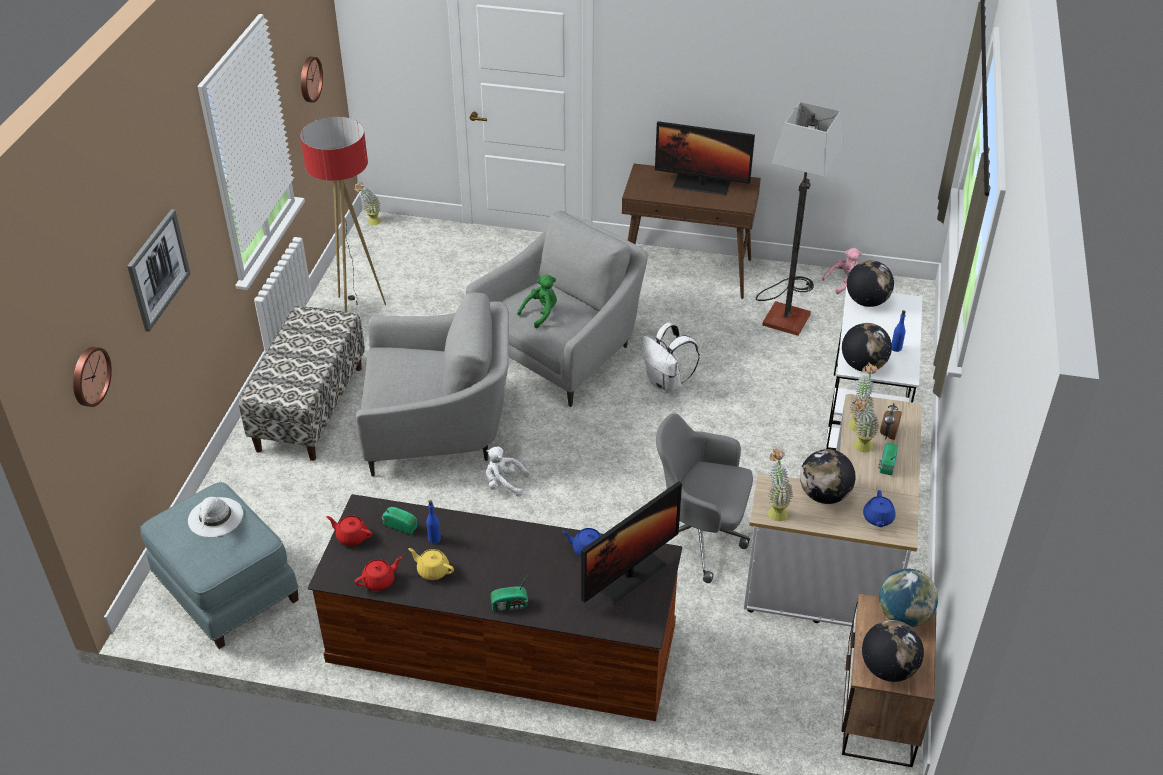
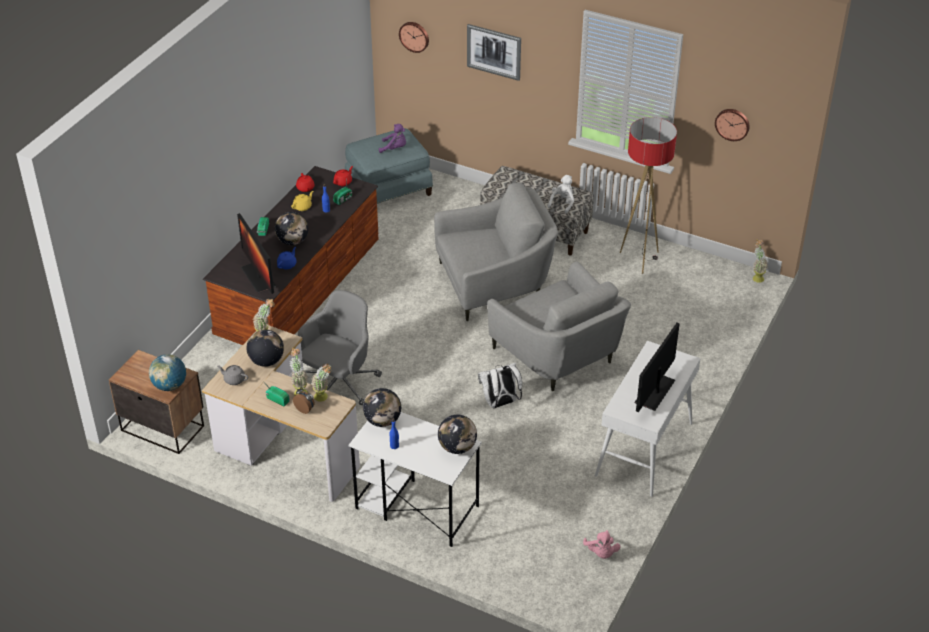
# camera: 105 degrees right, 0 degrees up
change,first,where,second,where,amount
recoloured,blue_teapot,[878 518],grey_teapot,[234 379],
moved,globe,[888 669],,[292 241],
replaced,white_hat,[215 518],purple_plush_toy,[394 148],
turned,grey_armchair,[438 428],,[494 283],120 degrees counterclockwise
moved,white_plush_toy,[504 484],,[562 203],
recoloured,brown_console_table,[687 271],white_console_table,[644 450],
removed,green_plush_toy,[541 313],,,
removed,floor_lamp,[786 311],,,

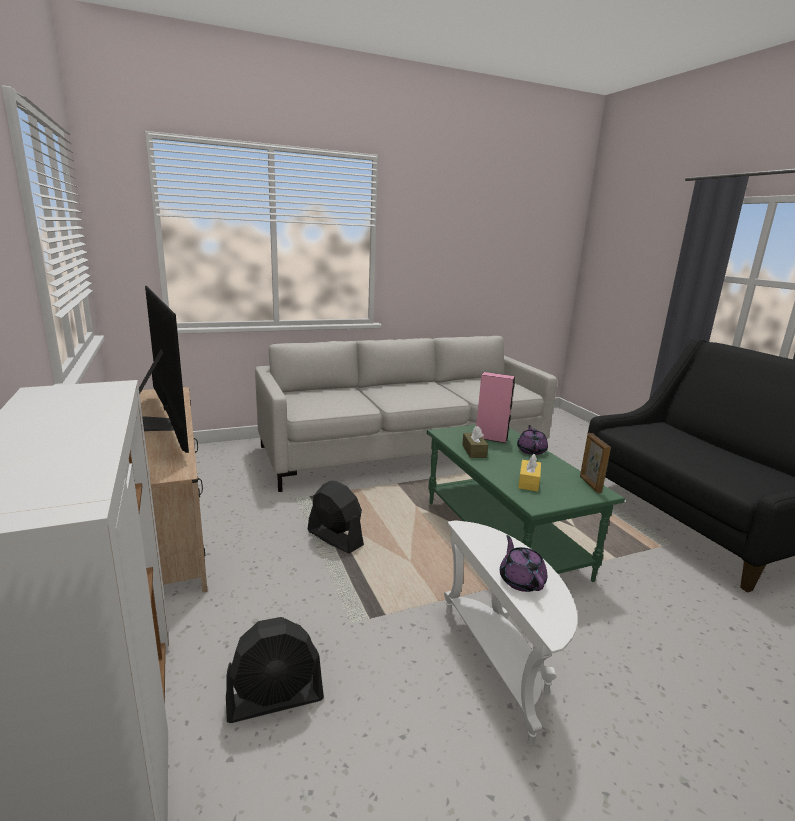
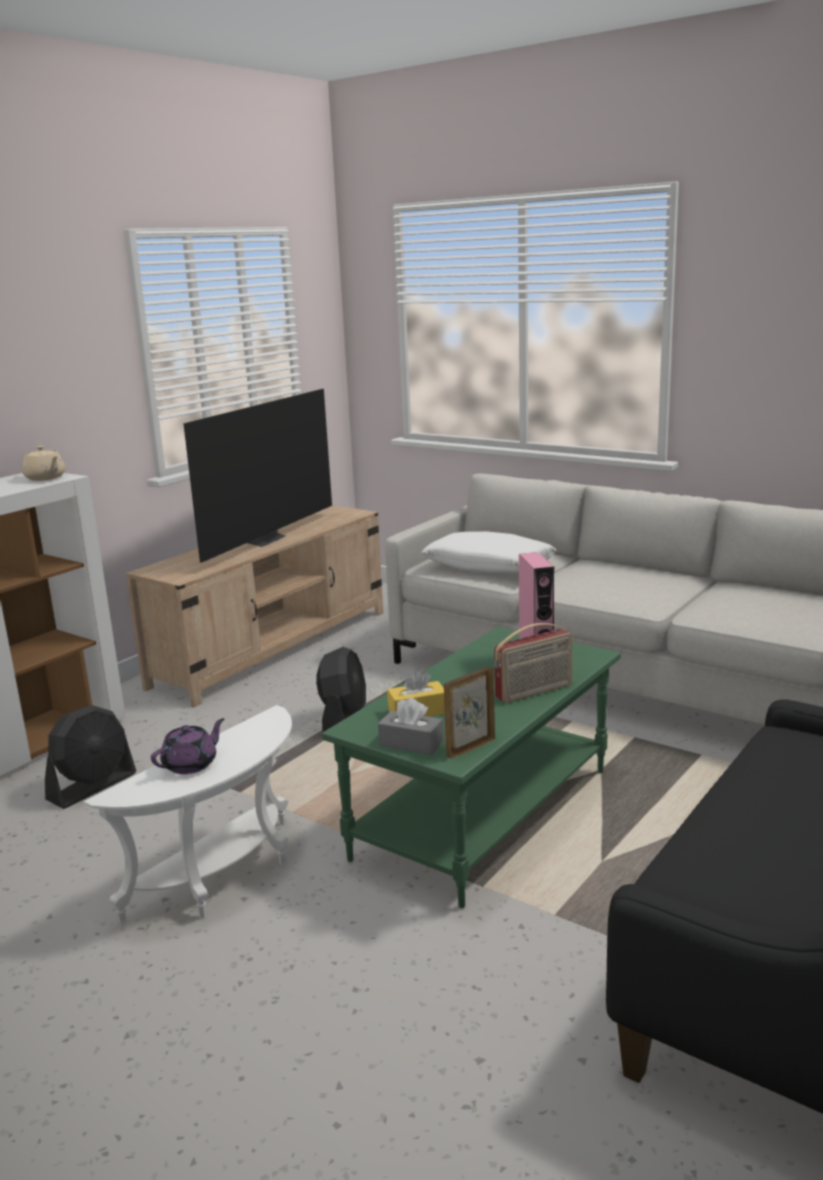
# camera: 60 degrees right, 0 degrees up
change,first,where,second,where,amount
added,,,beige_teapot,[46 478],
turned,black_fan,[275 699],,[92 786],90 degrees counterclockwise
added,,,grey_tissue_box,[411 743],
added,,,white_pillow,[488 566],
replaced,purple_teapot,[531 450],radio,[534 692],
removed,brown_tissue_box,[474 451],,,

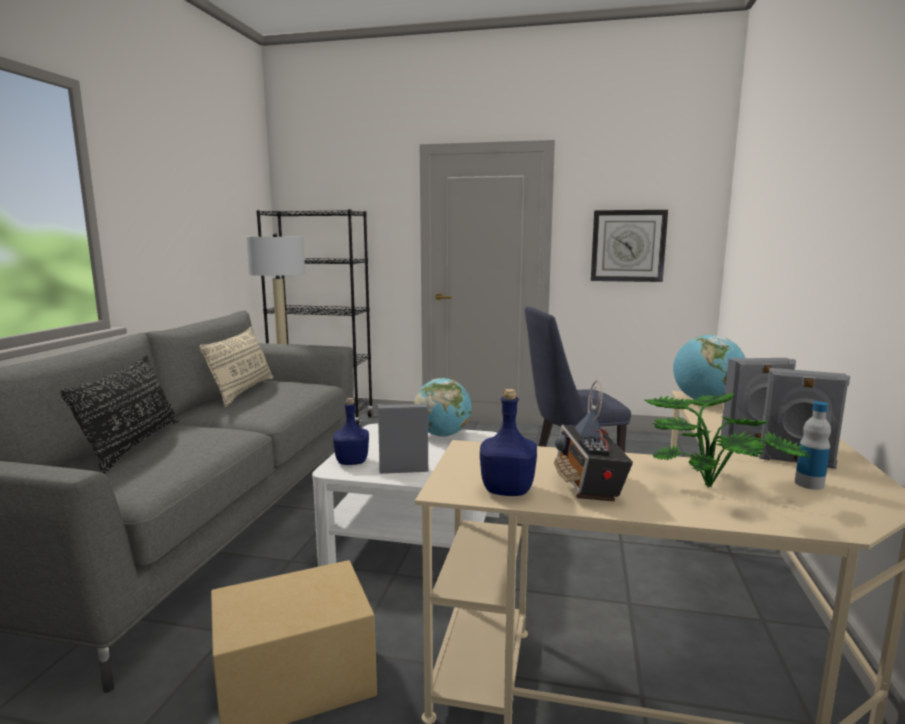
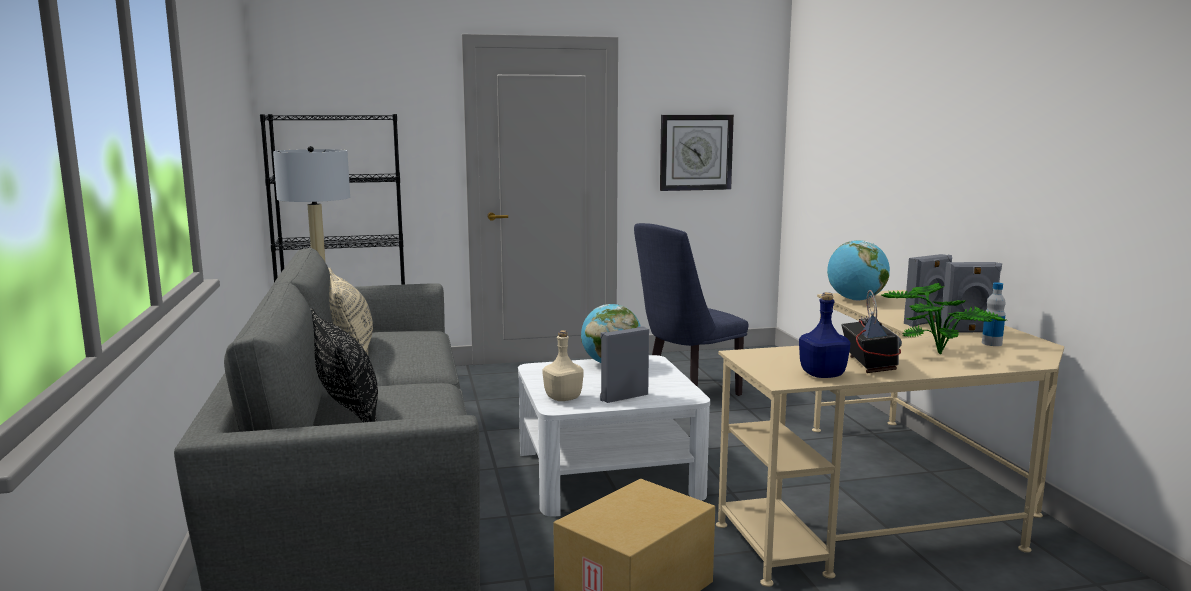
# camera: 25 degrees left, 0 degrees up
change,first,where,second,where,amount
recoloured,blue_bottle,[352 462],beige_bottle,[563 398],
turned,radio,[588 486],,[869 364],150 degrees counterclockwise

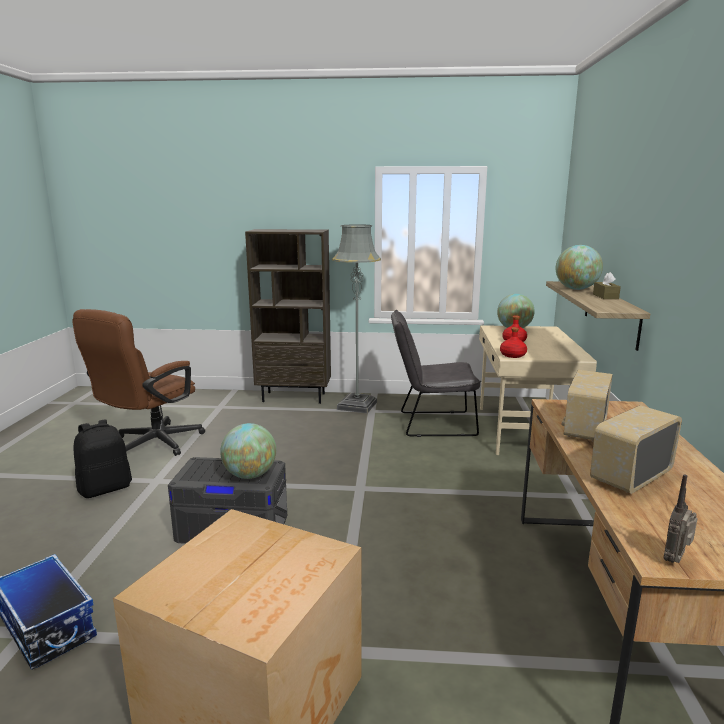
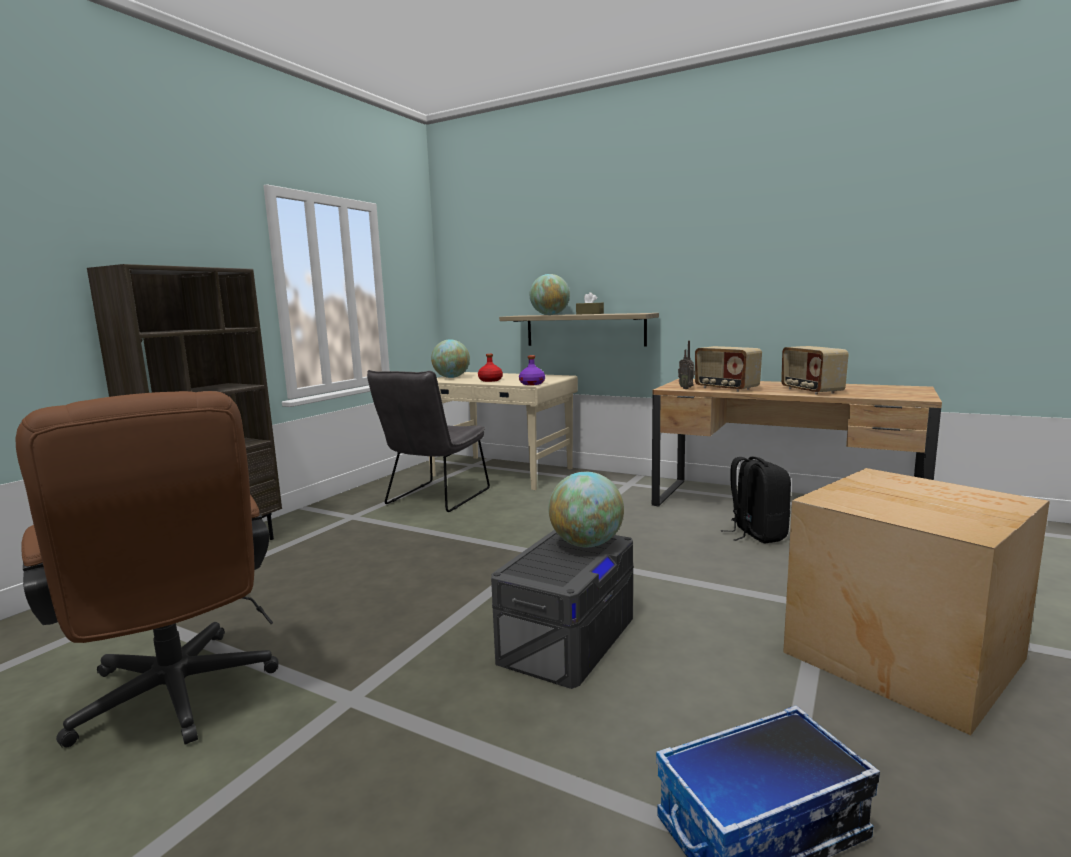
# camera: 65 degrees left, 5 degrees down
change,first,where,second,where,amount
recoloured,red_bottle,[513 355],purple_bottle,[532 384],
moved,radio,[676 560],,[686 388],
moved,black_backpack,[105 488],,[756 534],
removed,grey_floor_lamp,[357 406],,,

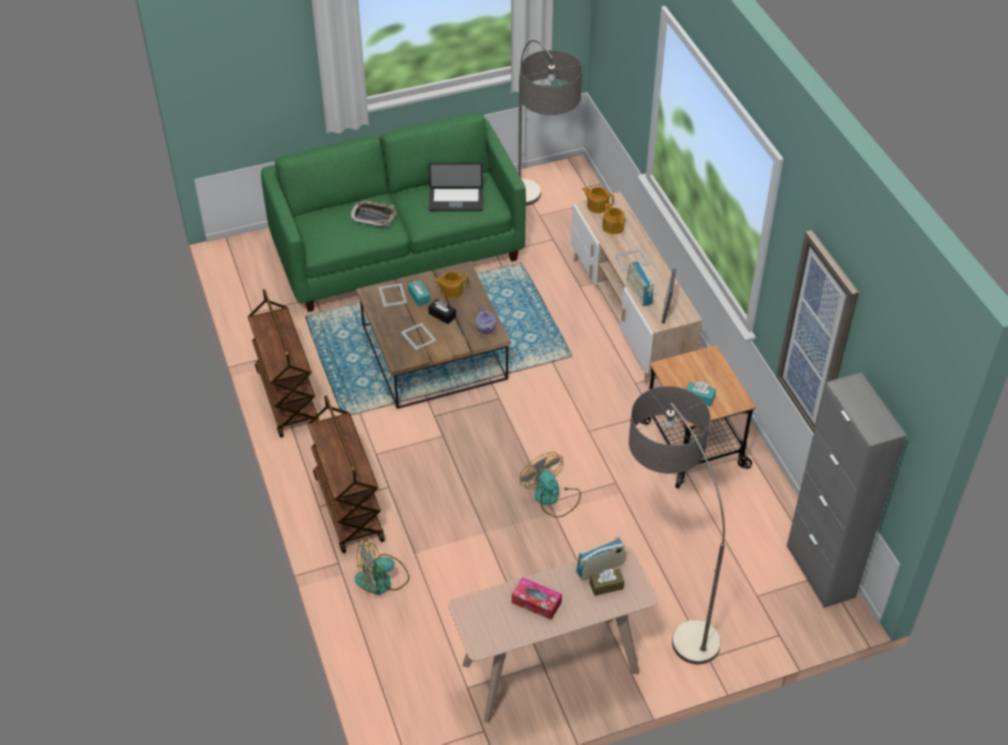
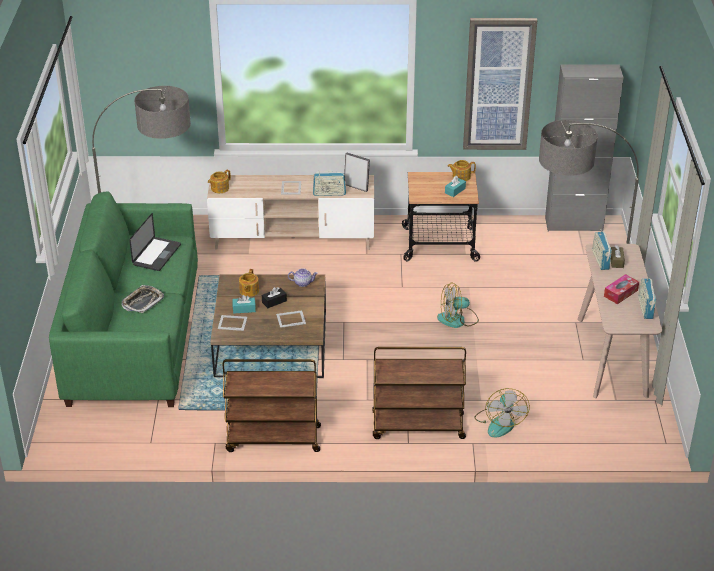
# camera: 70 degrees left, 10 degrees down
change,first,where,second,where,amount
moved,teapot,[613 226],,[461 177],
added,,,radio,[645 308],

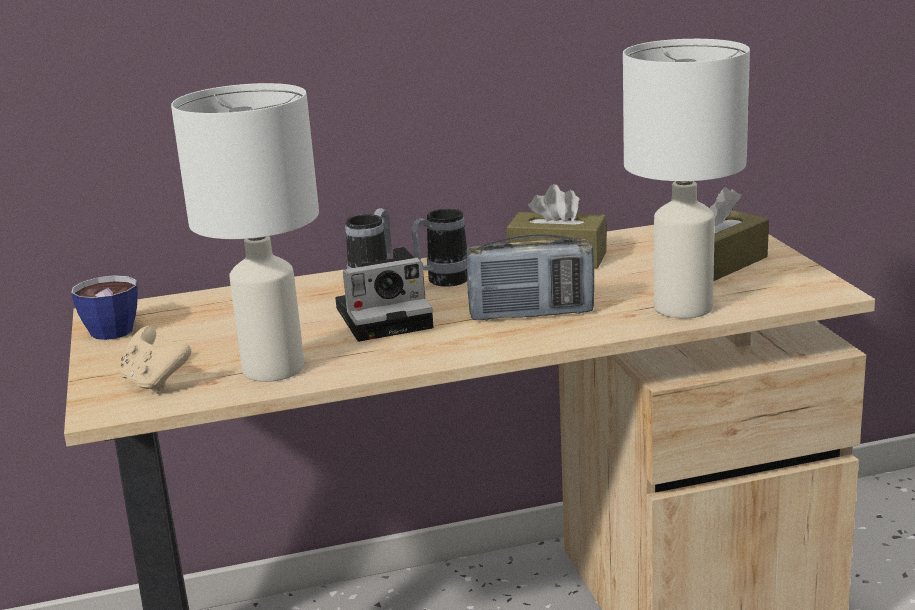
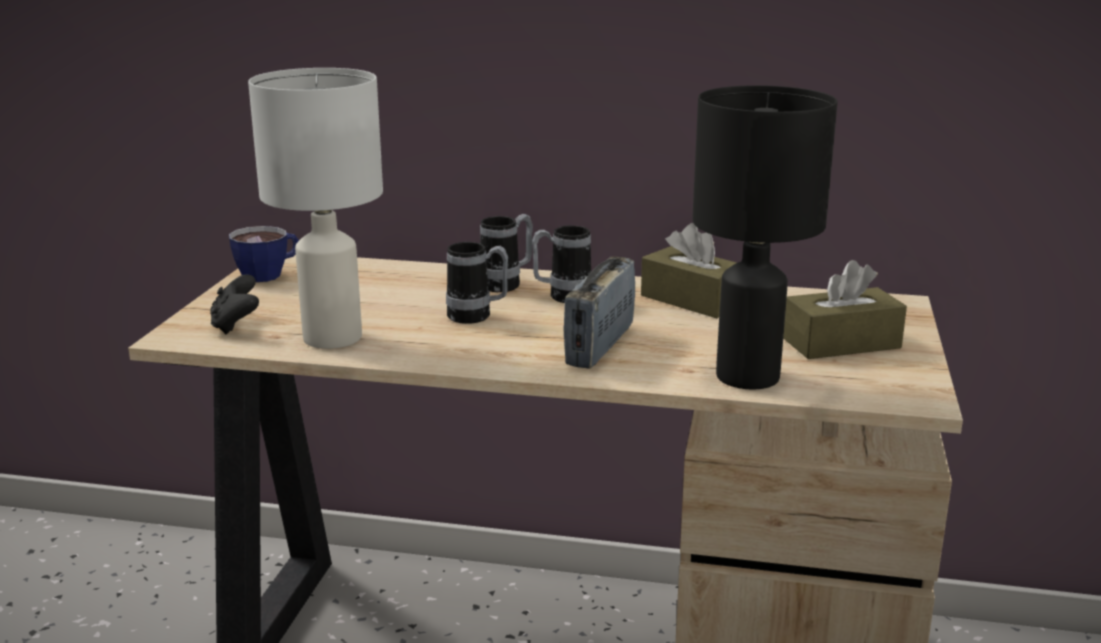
# camera: 25 degrees right, 0 degrees up
change,first,where,second,where,amount
recoloured,beige_game_controller,[155 383],black_game_controller,[236 325],
replaced,photo_camera,[387 316],mug,[477 316],
turned,radio,[531 314],,[599 346],90 degrees clockwise
recoloured,white_table_lamp,[685 308],black_table_lamp,[749 377],

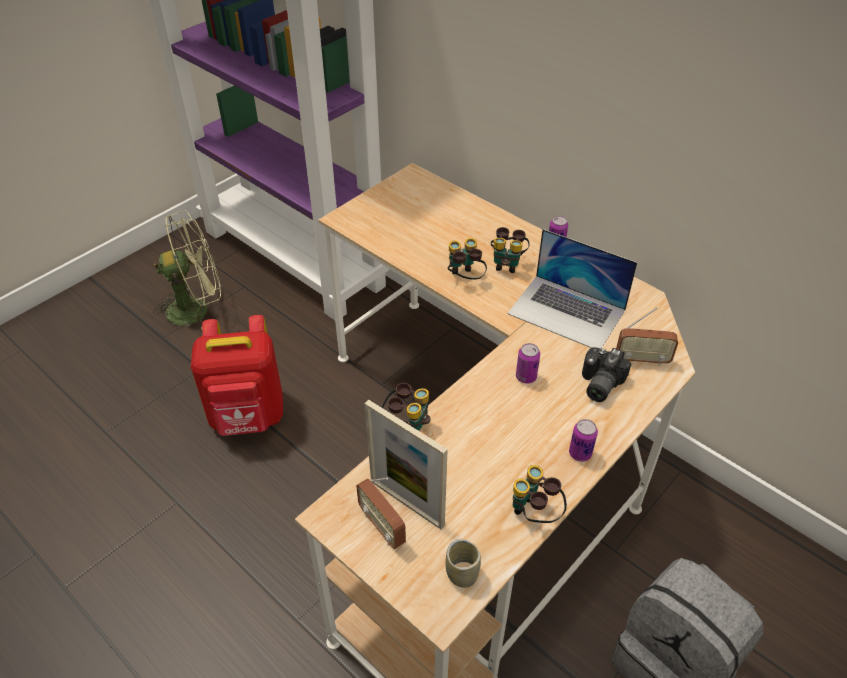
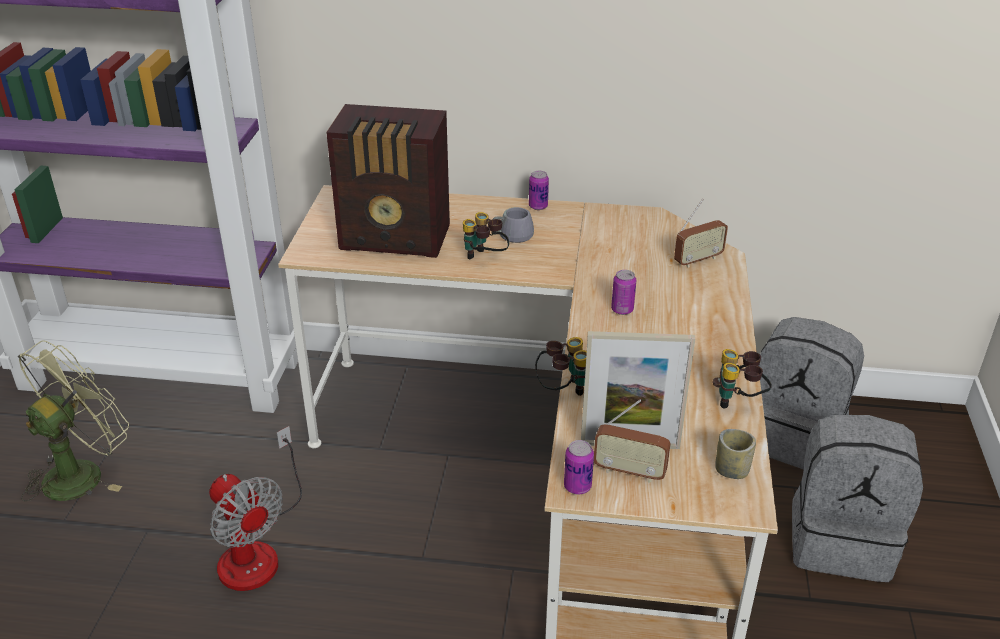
# camera: 35 degrees left, 10 degrees down
change,first,where,second,where,amount
replaced,red_backpack,[248 417],fan,[256 549],
added,,,radio,[397 239],
replaced,binoculars,[507 264],grey_mug,[510 233],
moved,can,[580 453],,[577 486],
added,,,grey_backpack,[794 437],
removed,laptop,[567 312],,,
removed,photo_camera,[598 384],,,

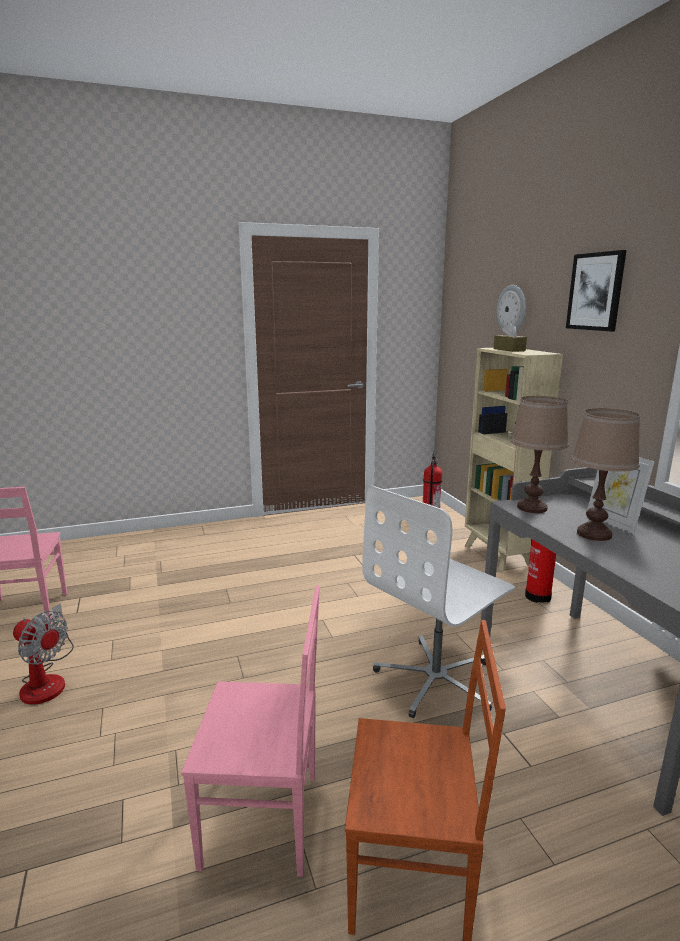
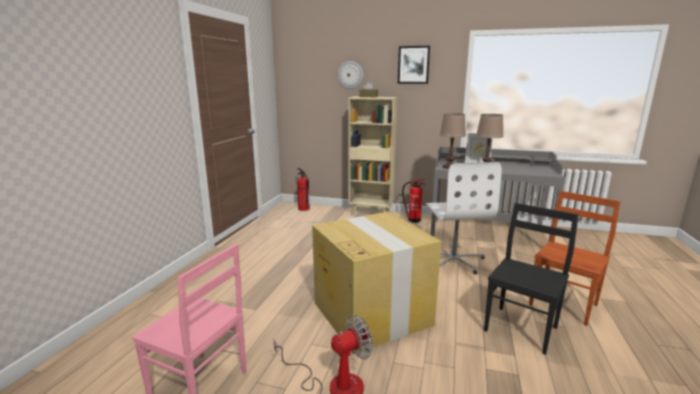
# camera: 55 degrees left, 0 degrees up
change,first,where,second,where,amount
added,,,cardboard_box,[371 313],
recoloured,pink_chair,[263 821],black_chair,[522 329],

